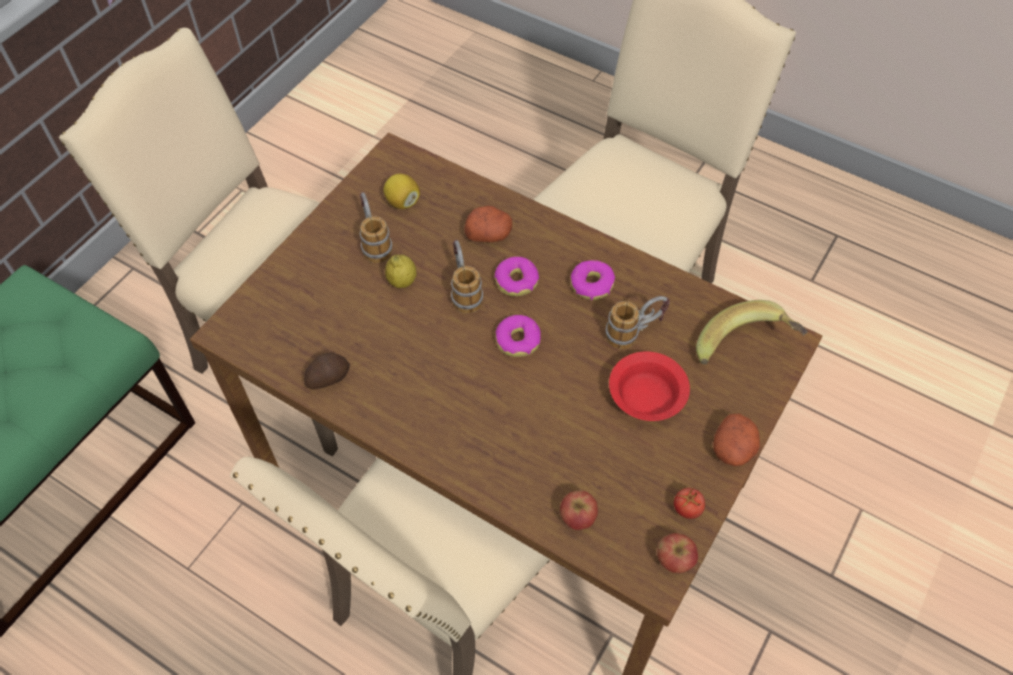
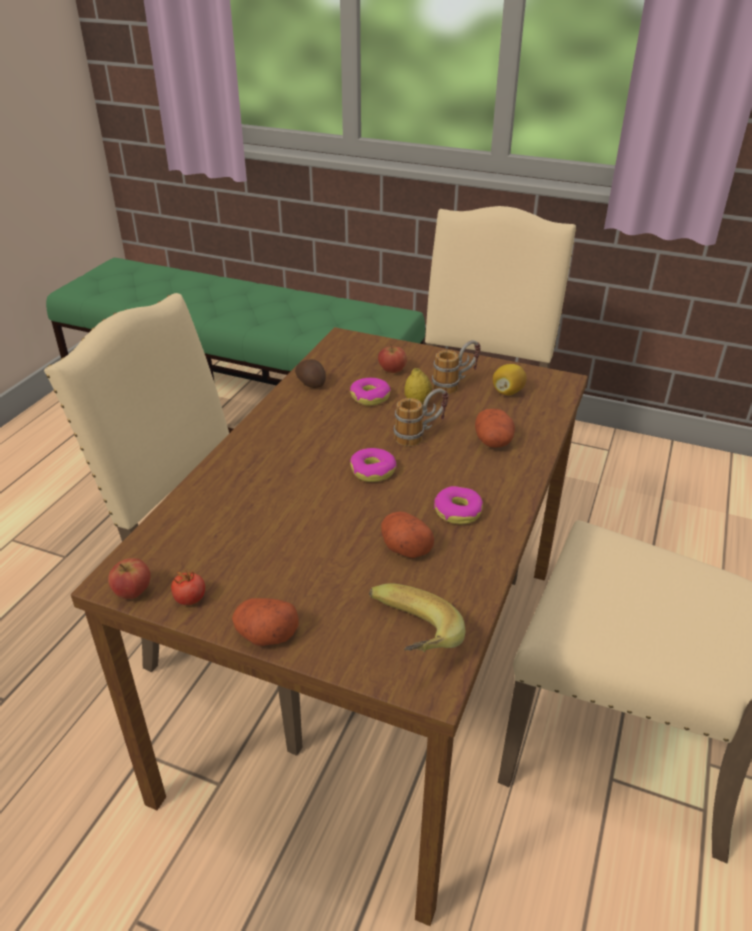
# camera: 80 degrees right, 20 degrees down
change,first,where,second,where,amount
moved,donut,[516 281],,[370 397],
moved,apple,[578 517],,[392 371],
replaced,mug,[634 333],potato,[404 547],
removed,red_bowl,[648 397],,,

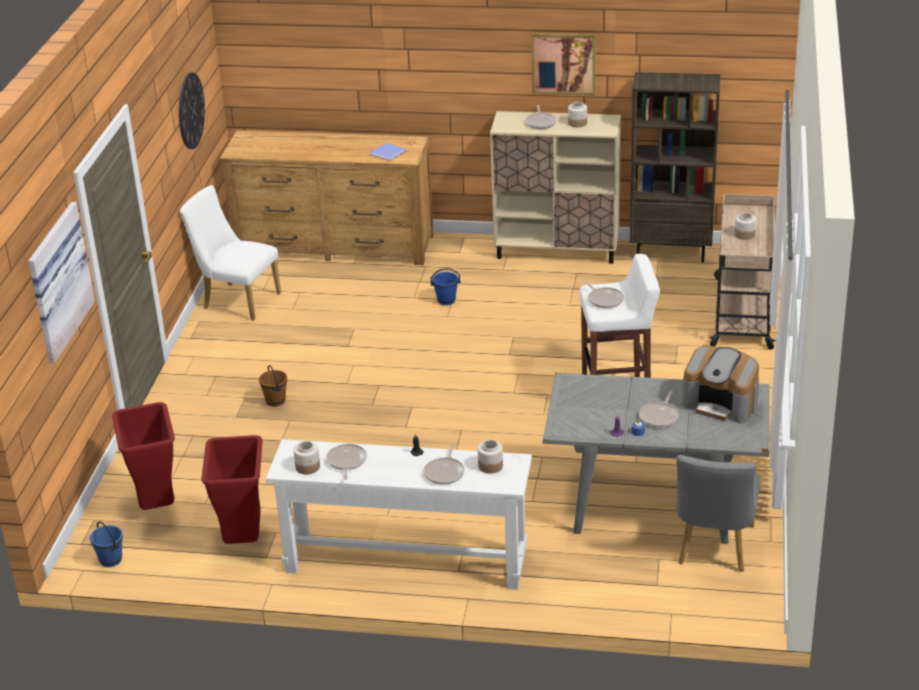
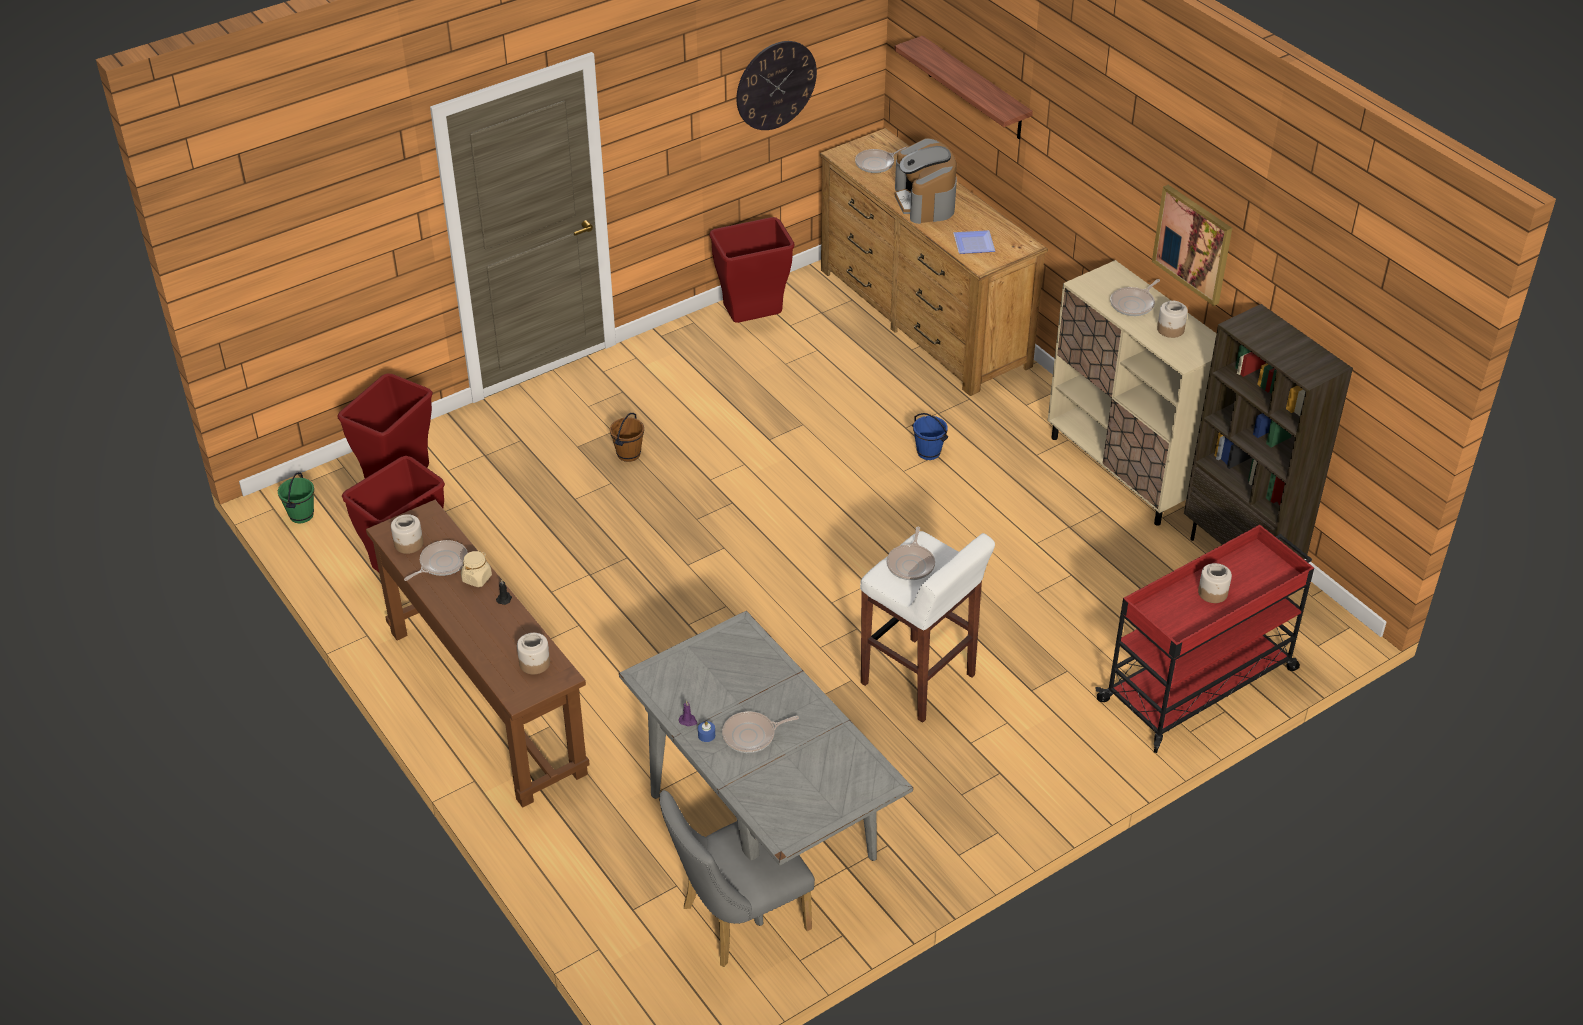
# camera: 45 degrees right, 10 degrees up
change,first,where,second,where,amount
recoloured,blue_bucket,[110 560],green_bucket,[301 515],
recoloured,white_console_table,[406 561],brown_console_table,[486 701],
added,,,beige_jar,[477 578],
replaced,white_chair,[236 300],red_trash_can,[753 321],
moved,frying_pan,[445 473],,[876 164],
added,,,shelf,[975 89],
moved,coffee_machine,[721 403],,[925 201],
recoloured,beige_cart,[742 311],red_cart,[1200 684],
removed,picture,[56 281],,,

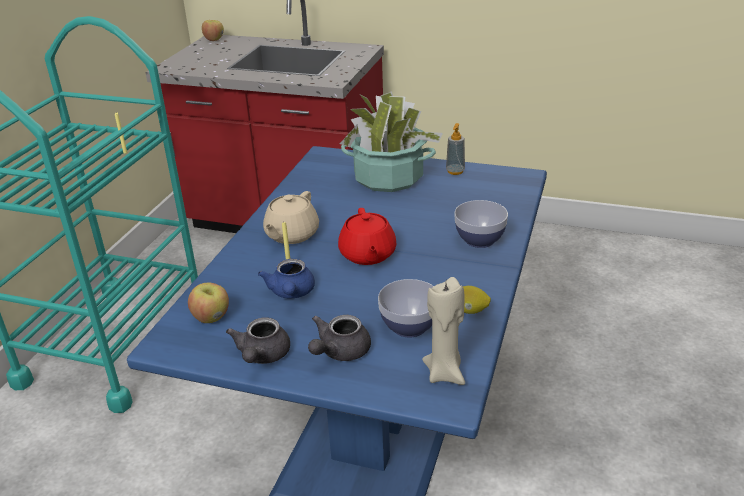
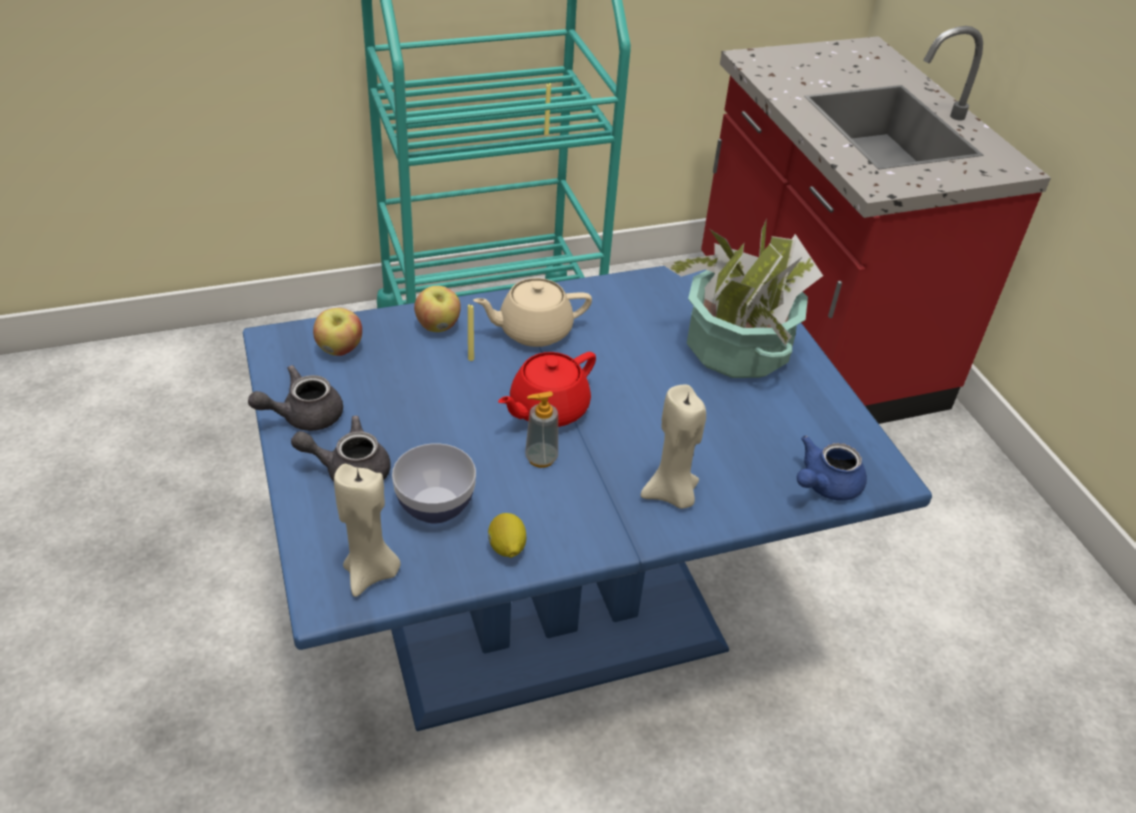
# camera: 50 degrees right, 10 degrees up
change,first,where,second,where,amount
moved,apple,[214 39],,[438 326],
moved,soap_dispenser,[455 171],,[541 458],
replaced,bowl,[479 240],beige_candle,[671 495],
moved,blue_teapot,[291 293],,[824 485],

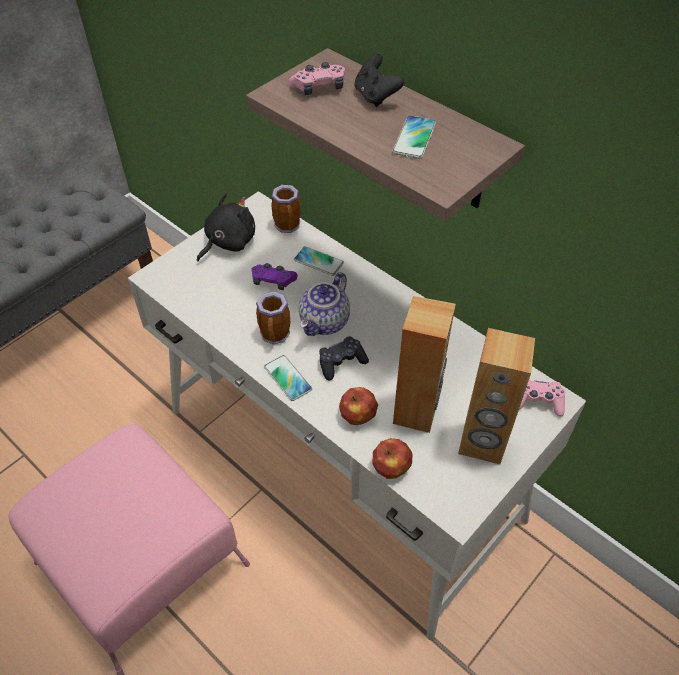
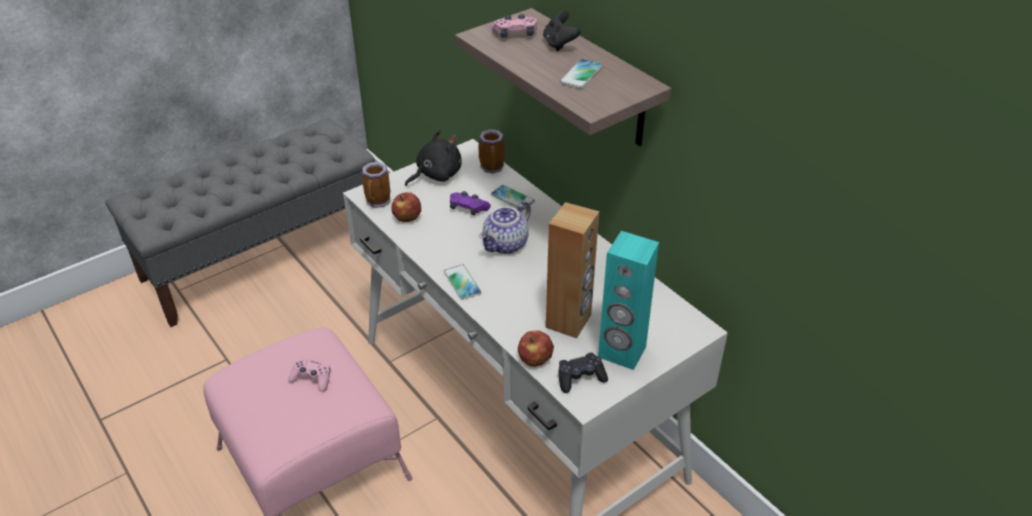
# camera: 10 degrees right, 10 degrees down
change,first,where,second,where,amount
moved,pink_game_controller,[537 401],,[312 379],
moved,mug,[276 336],,[378 202],
moved,apple,[358 416],,[407 218],
moved,black_game_controller,[341 362],,[580 378],
recoloured,brown_speaker,[482 443],turquoise_speaker,[621 352],

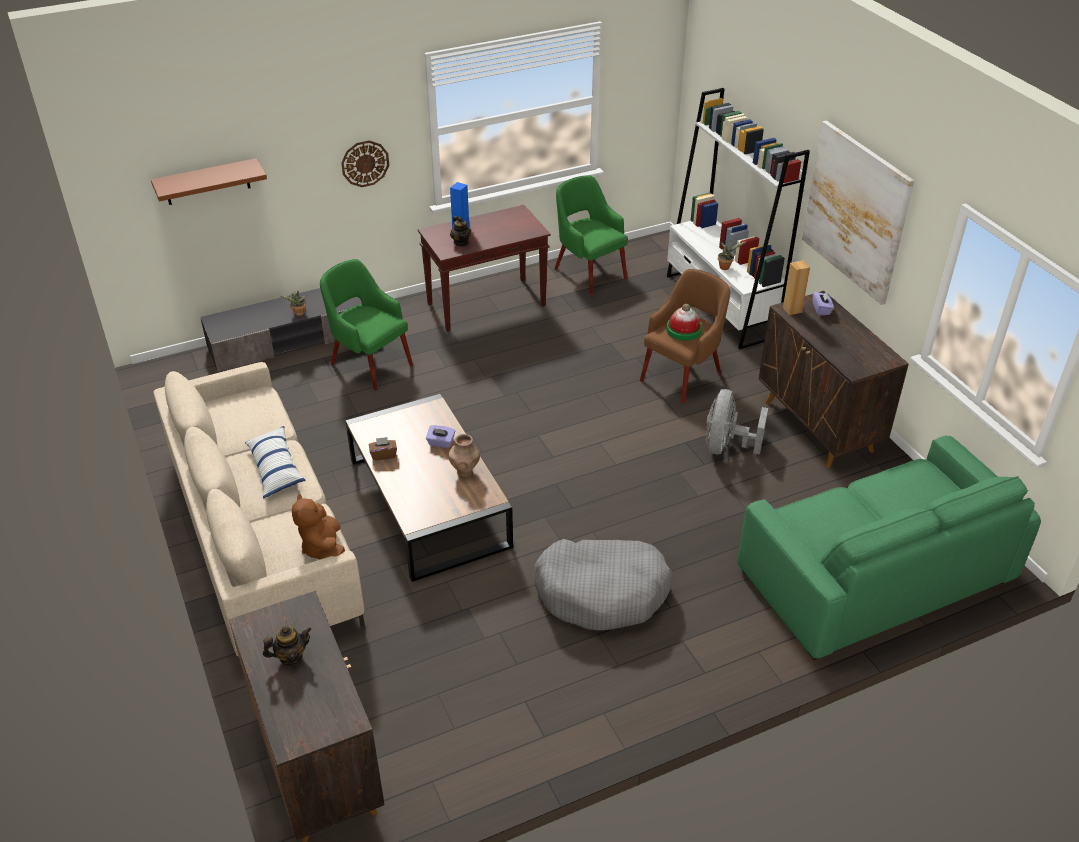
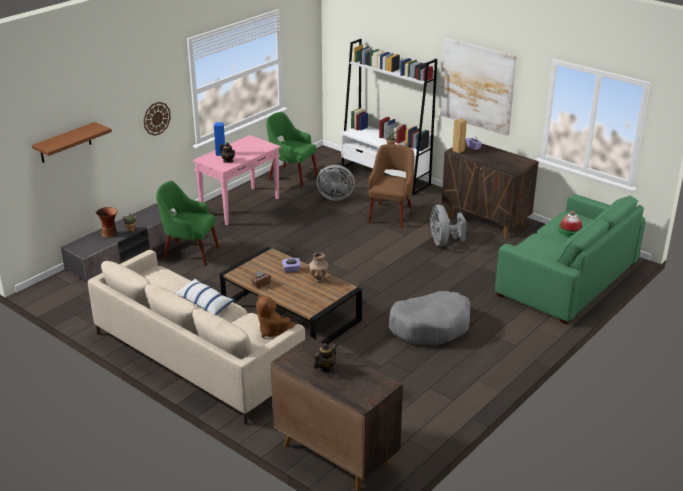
# camera: 25 degrees left, 10 degrees down
change,first,where,second,where,amount
added,,,vase,[109 233],
recoloured,brown_console_table,[487 304],pink_console_table,[240 206],
added,,,grey_fan,[334 197],
moved,hat,[683 330],,[570 230],

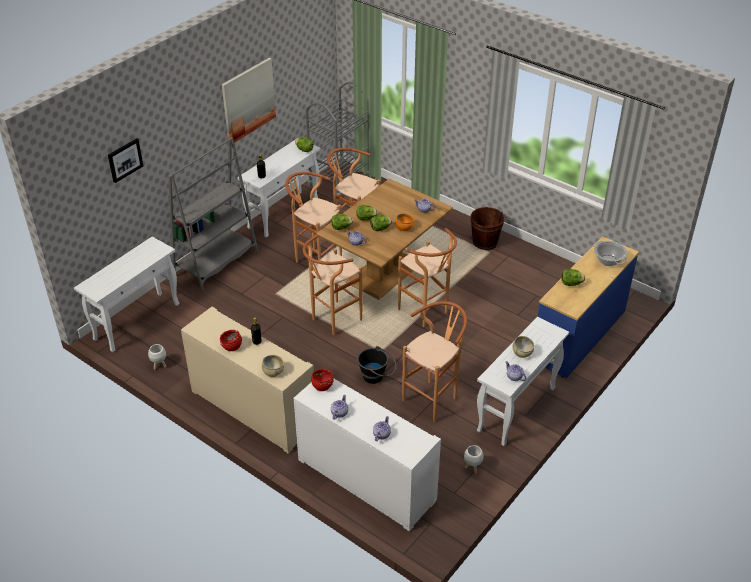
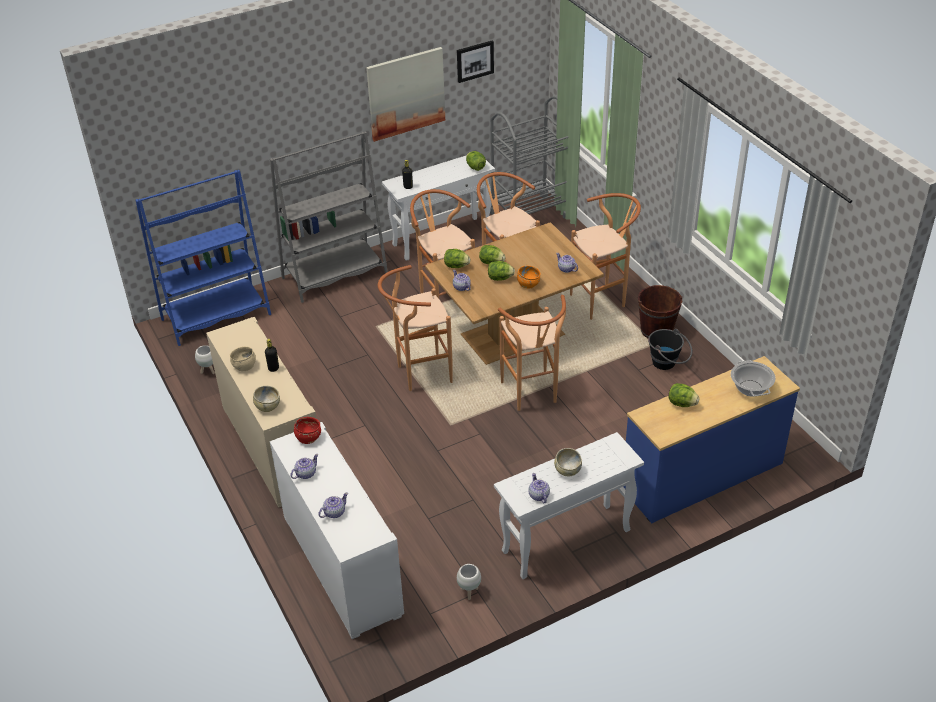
# camera: 25 degrees right, 0 degrees up
change,first,where,second,where,amount
replaced,white_console_table,[137 321],blue_bookcase,[216 317],
recoloured,red_bowl,[232 346],beige_bowl,[244 366],
moved,picture,[125 160],,[474 61],
moved,brown_stool,[433 397],,[602 300],
moved,black_bucket,[377 377],,[668 364],

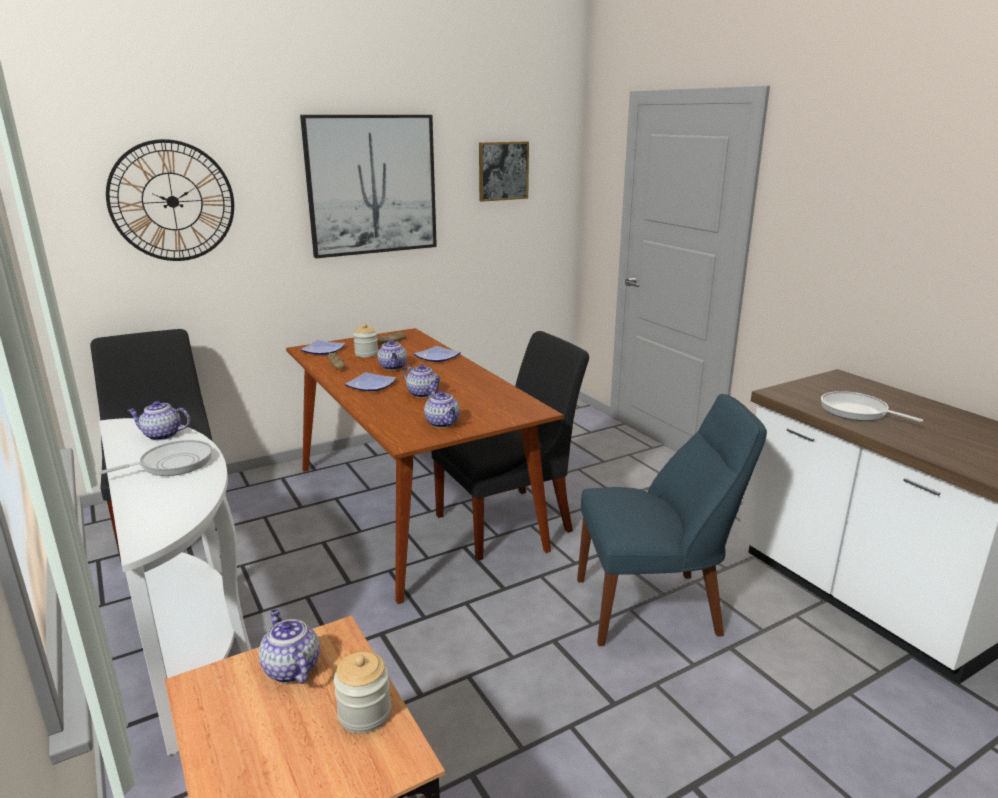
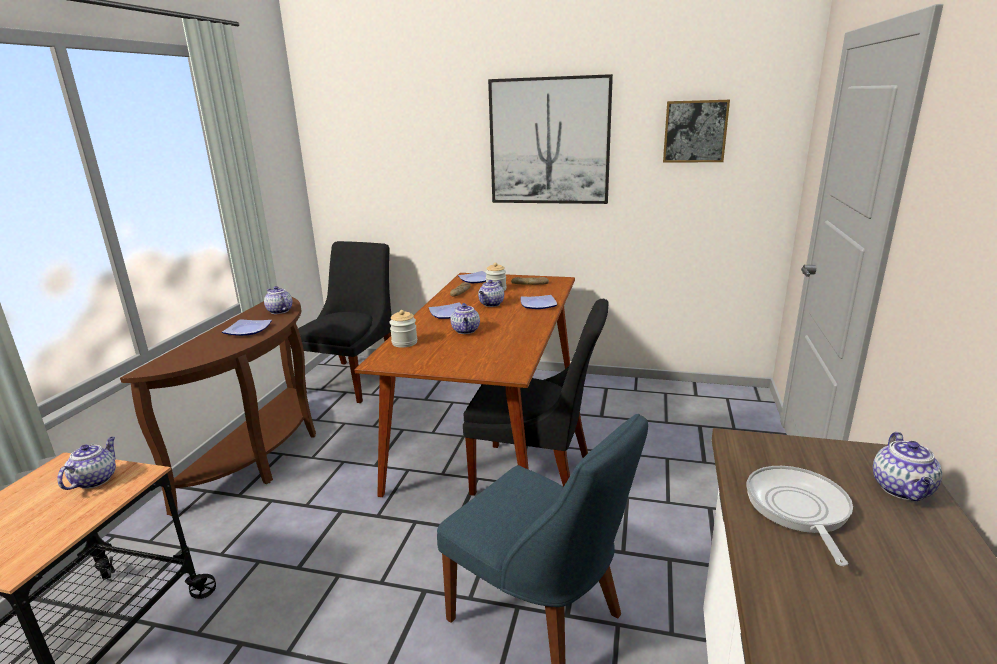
# camera: 45 degrees right, 0 degrees up
change,first,where,second,where,amount
recoloured,white_console_table,[192 638],brown_console_table,[264 455],
replaced,frying_pan,[172 464],plate,[247 330],
moved,jar,[364 713],,[404 343],
moved,teapot,[443 423],,[903 490],
removed,wall_clock,[172 201],,,

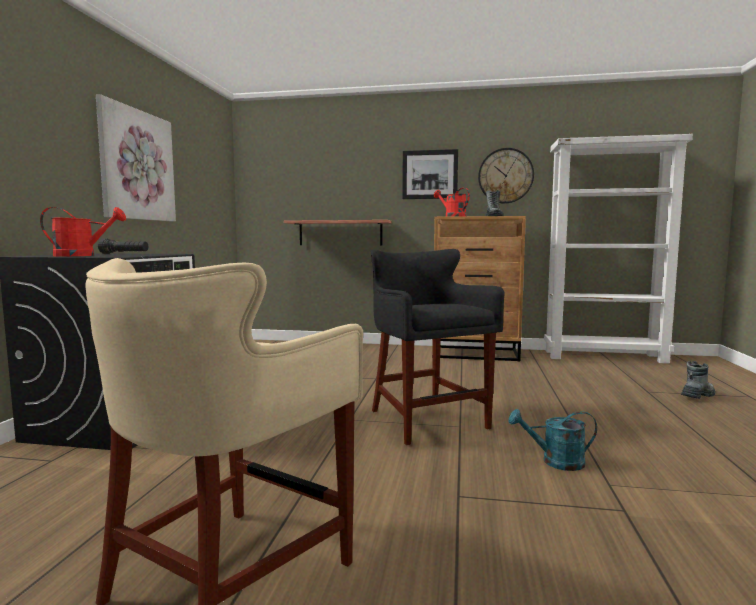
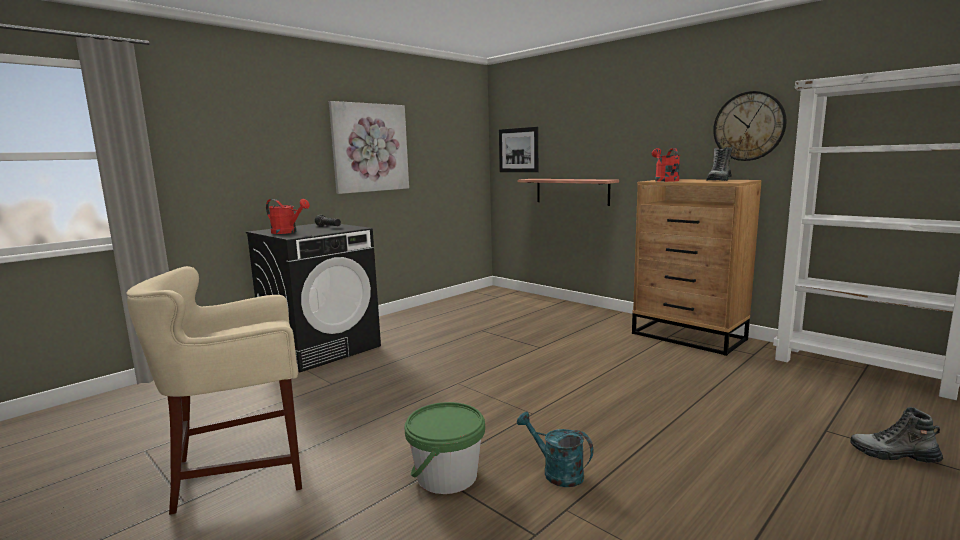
# camera: 35 degrees right, 5 degrees up
change,first,where,second,where,amount
added,,,green_bucket,[447 476],
moved,picture,[430 174],,[518 150],
turned,boot,[697 396],,[893 455],150 degrees counterclockwise
removed,black_stool,[426 420],,,

